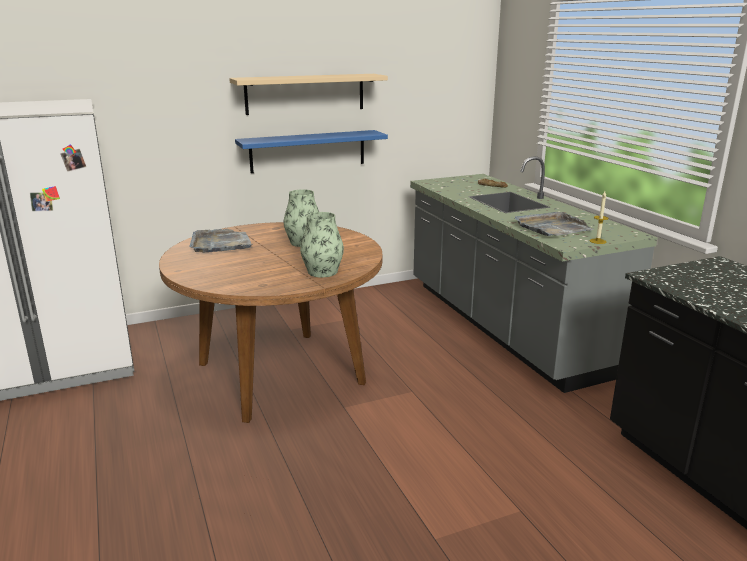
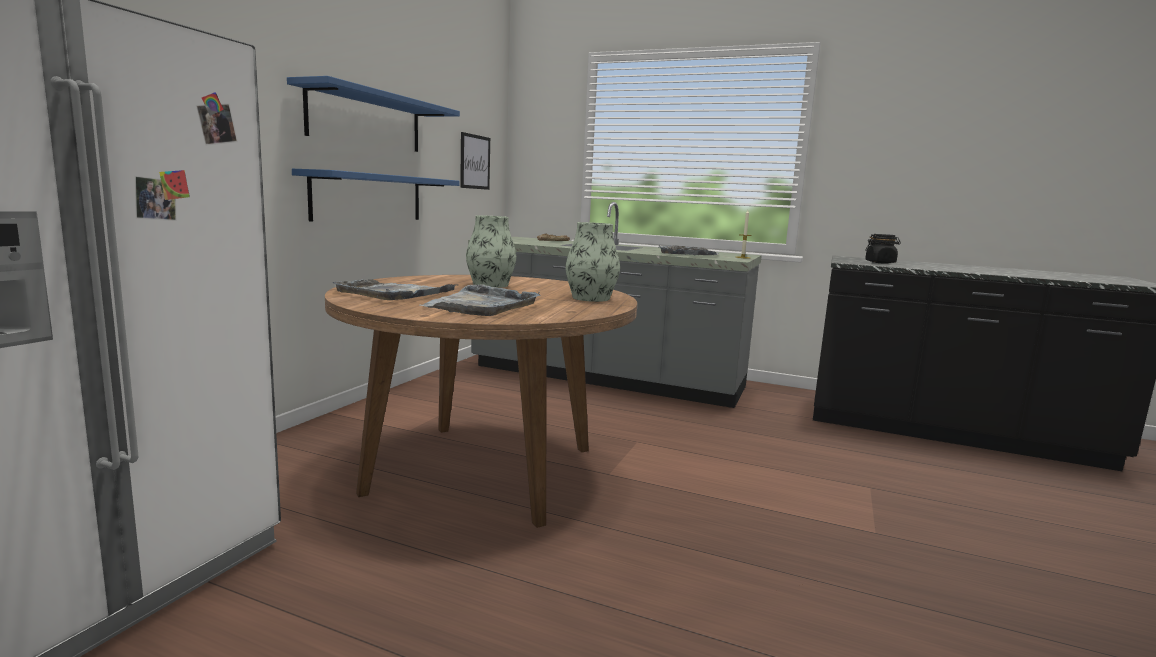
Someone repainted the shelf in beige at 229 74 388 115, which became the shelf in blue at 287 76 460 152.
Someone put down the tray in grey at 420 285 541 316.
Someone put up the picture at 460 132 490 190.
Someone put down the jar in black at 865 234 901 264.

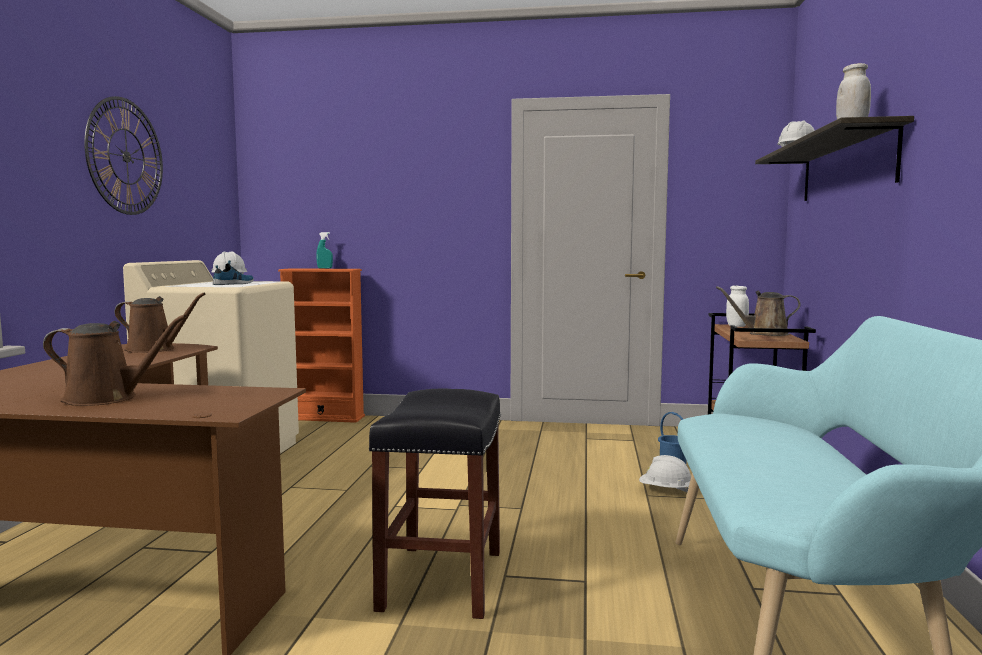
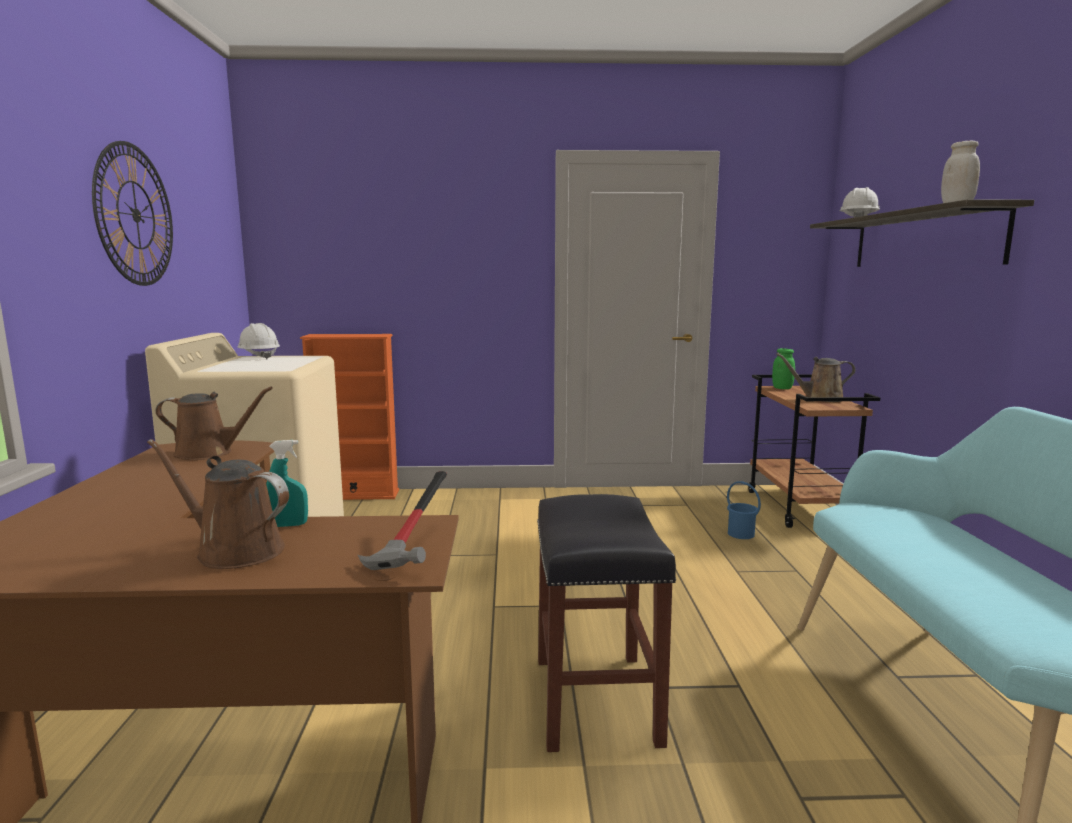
Someone rotated the watering can in brown at 43 315 187 406 by 150 degrees counterclockwise.
Someone carried the spray bottle in turquoise from 316 232 333 269 to 266 440 308 527.
Someone put down the hammer at 358 471 447 570.
Someone repainted the jar in white at 726 286 749 327, which became the jar in green at 772 348 795 389.
Someone took away the shoe at 212 261 254 285.
Someone took away the hard hat in white at 639 455 691 492.

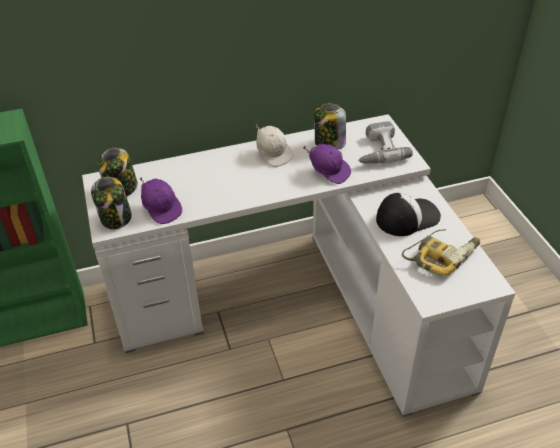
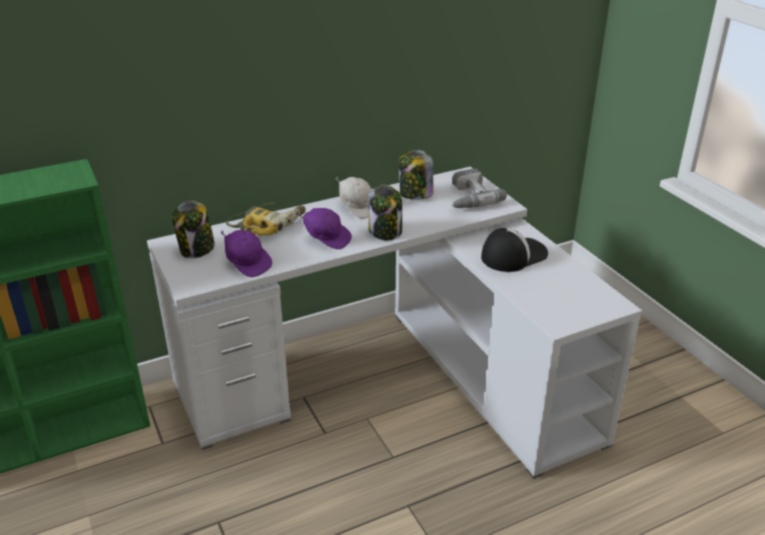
Someone carried the power drill from 402 229 480 275 to 226 203 306 236.
Someone carried the cap in purple from 303 144 351 184 to 295 208 352 249.
Someone carried the jar from 91 177 132 229 to 368 185 402 240.

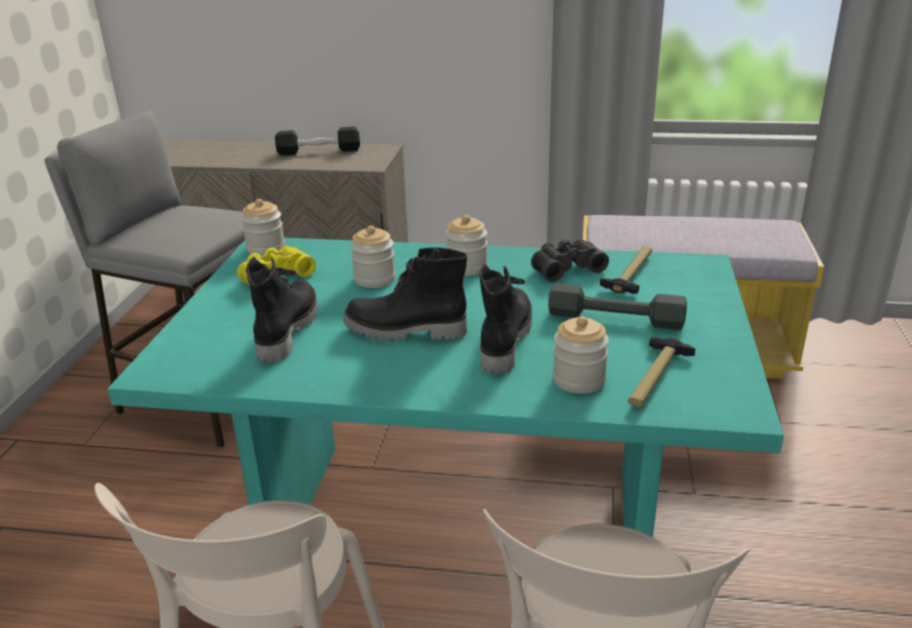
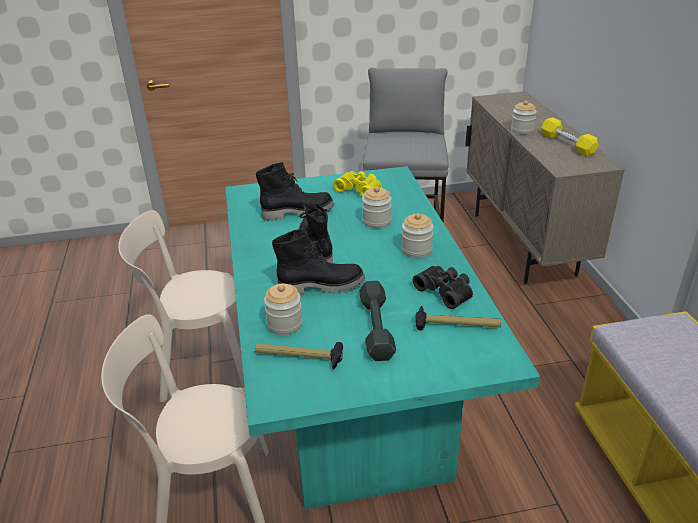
Someone carried the jar from 241 199 285 256 to 511 101 537 134.
Someone repainted the dumbbell in black at 275 126 360 156, which became the dumbbell in yellow at 541 117 599 156.

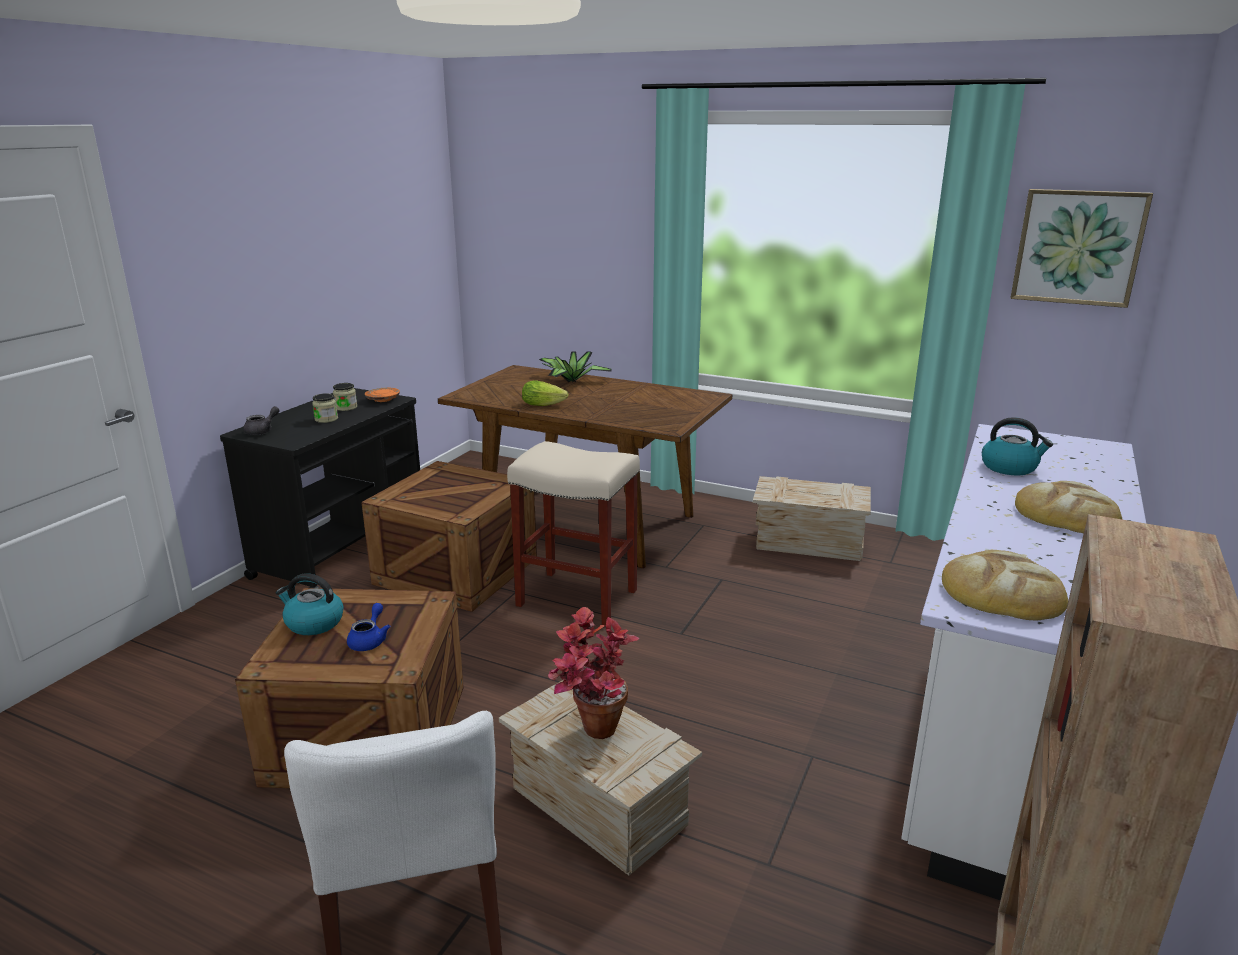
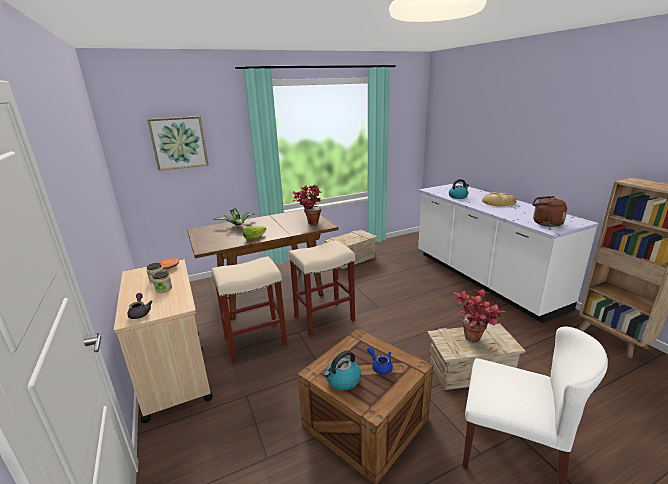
Someone repainted the cart in black at 220 388 420 588, which became the cart in beige at 114 259 213 423.
Someone carried the picture from 1010 189 1153 308 to 147 116 208 171.
Someone swapped the crate at 361 461 537 612 for the stool in beige at 212 256 287 362.
Someone put down the potted plant at 292 185 323 225.
Someone swapped the bread at 942 550 1068 620 for the kettle in brown at 532 196 567 227.

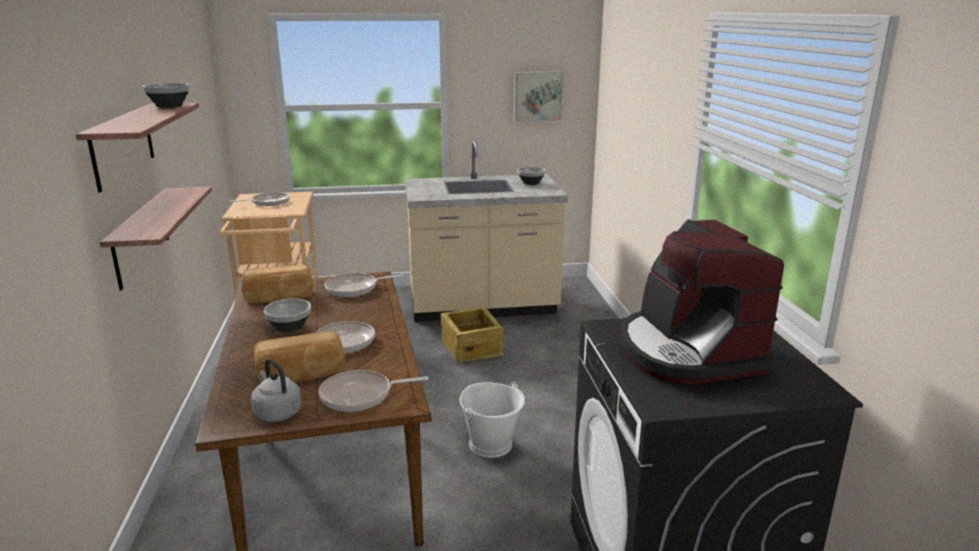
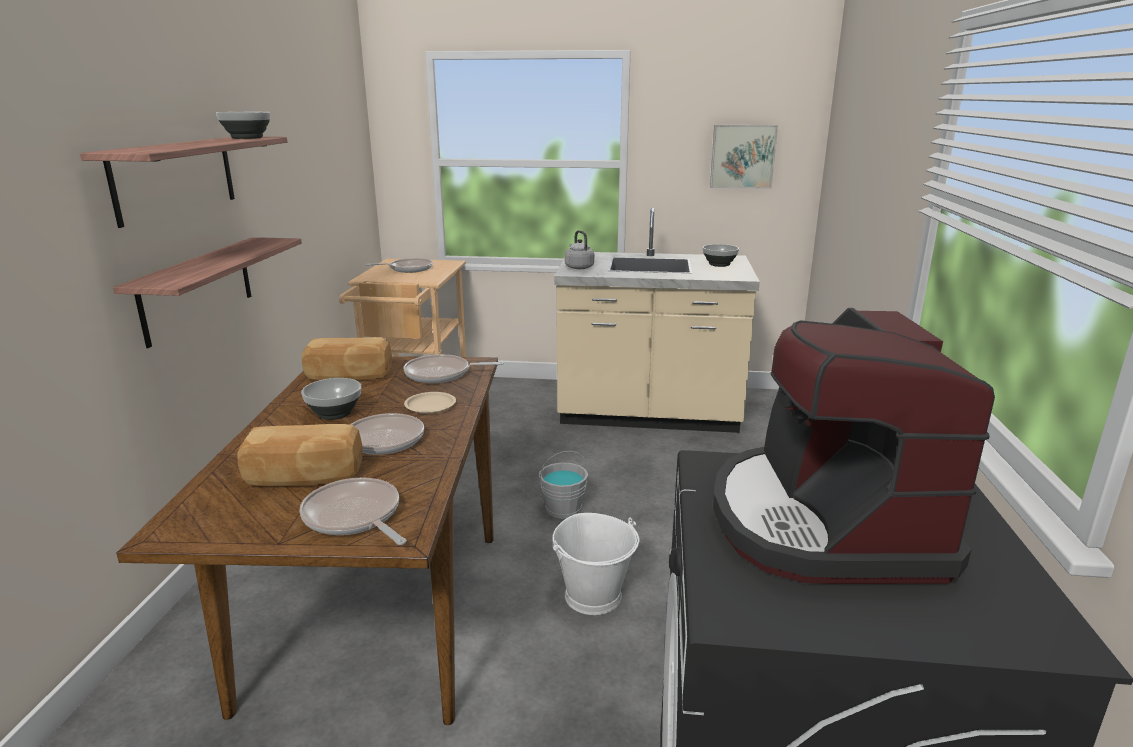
Someone rotated the frying pan at 318 370 428 412 by 45 degrees clockwise.
Someone put down the plate in beige at 404 392 456 414.
Someone put down the bucket in grey at 539 451 588 519.
Someone carried the kettle in grey from 251 359 302 422 to 565 230 594 269.
Someone took away the crate at 441 307 504 363.

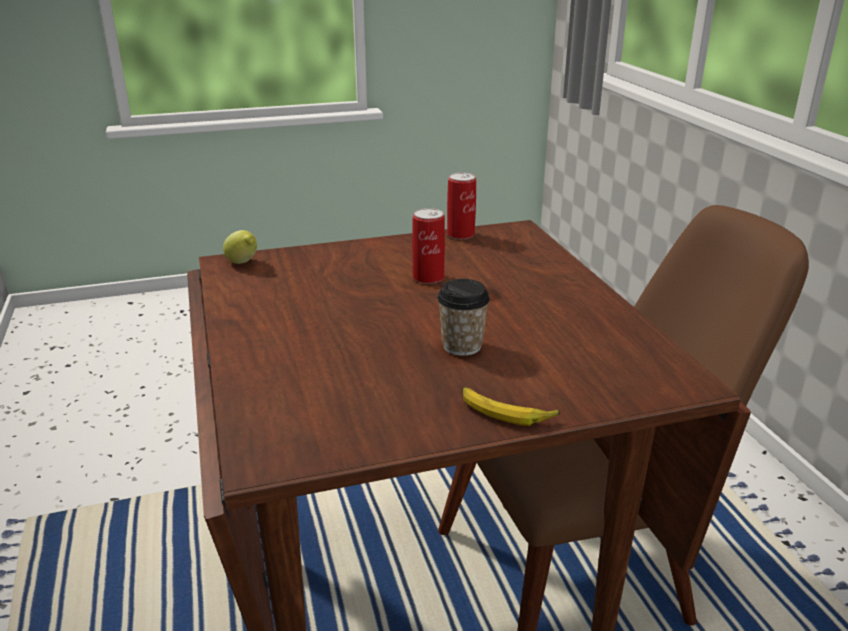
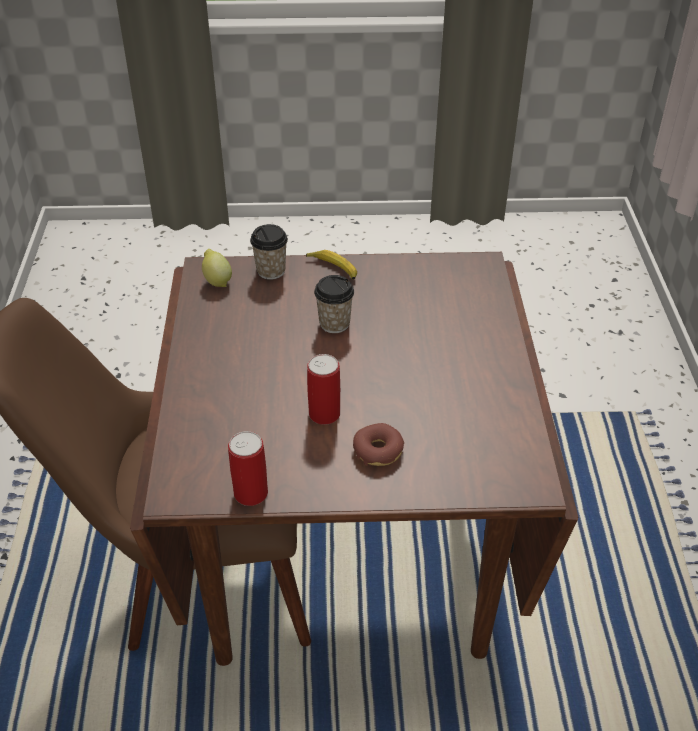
Someone carried the lemon from 223 230 257 264 to 202 249 232 287.
Someone put down the cup at 250 224 288 280.
Someone put down the donut at 353 423 404 466.

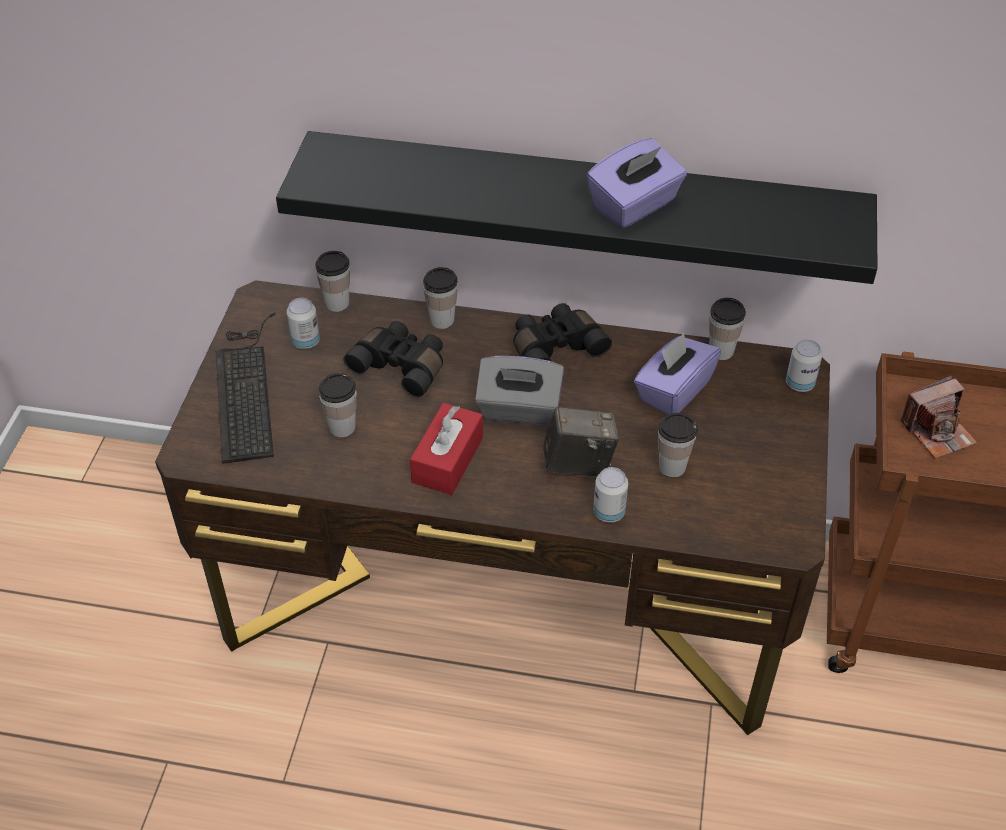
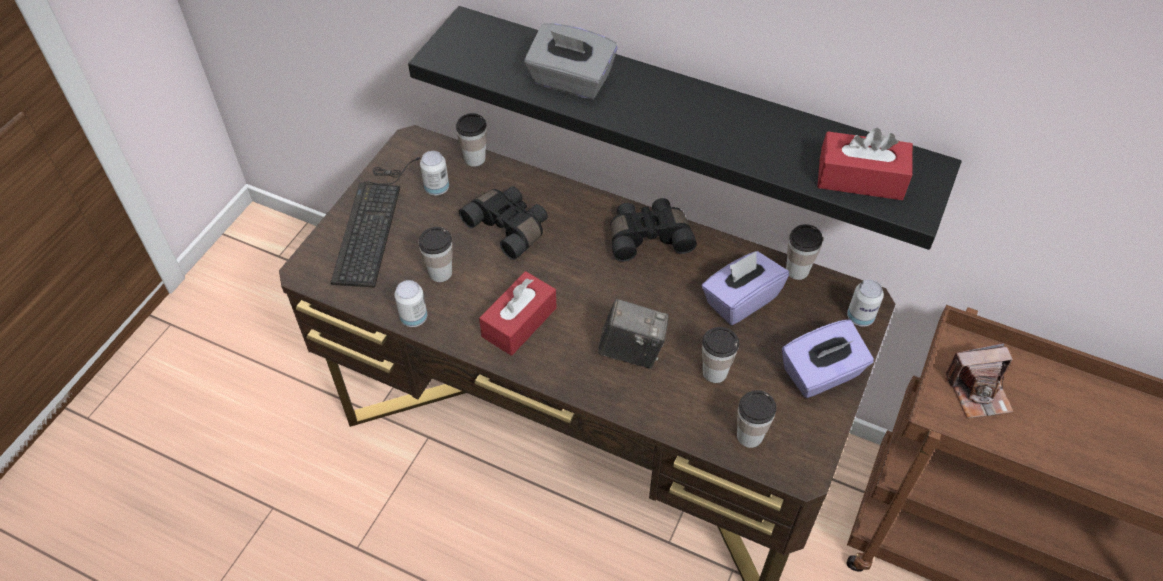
Someone carried the can from 593 467 628 523 to 394 280 427 327.
Someone carried the tissue box in grey from 475 356 564 425 to 524 23 618 99.
Someone carried the cup from 423 267 458 329 to 737 390 776 448.
Someone carried the tissue box in purple from 586 138 687 228 to 782 319 874 398.
Someone put down the tissue box in red at 817 128 913 200.

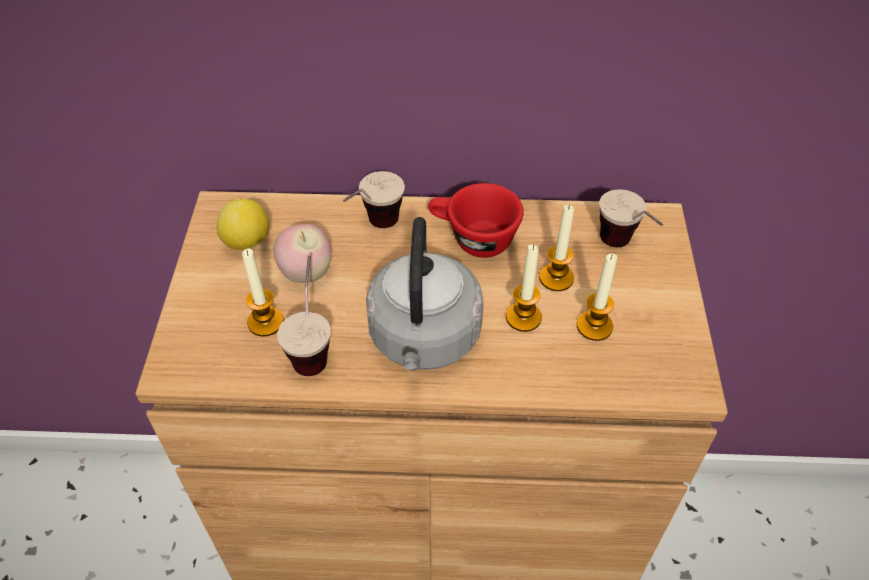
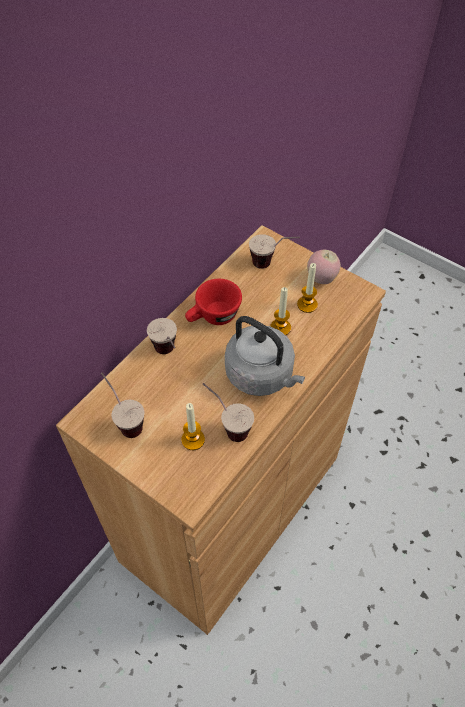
Someone swapped the lemon at 216 199 269 250 for the cup at 101 373 144 438.
Someone carried the apple from 273 224 331 283 to 307 250 340 284.
Someone took away the candle at 539 205 574 291.

